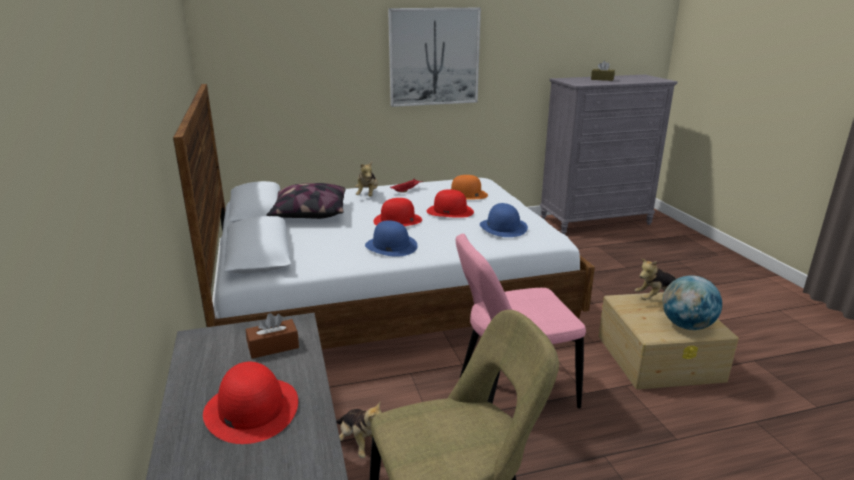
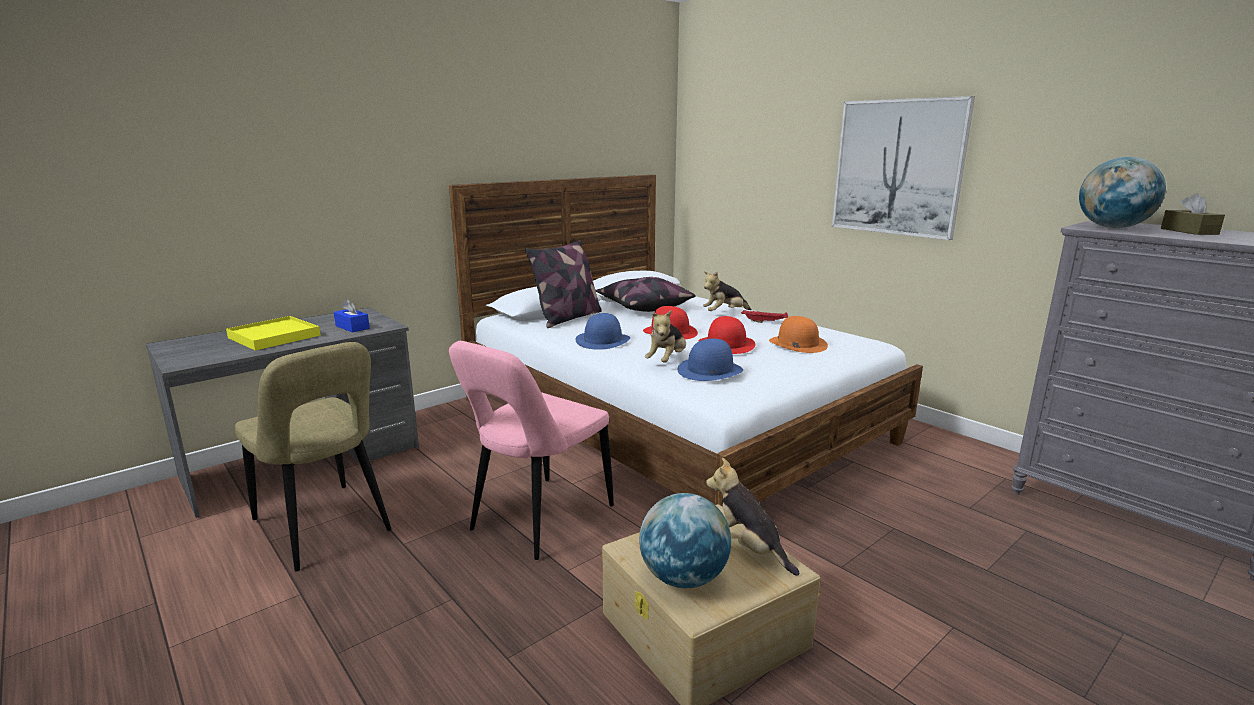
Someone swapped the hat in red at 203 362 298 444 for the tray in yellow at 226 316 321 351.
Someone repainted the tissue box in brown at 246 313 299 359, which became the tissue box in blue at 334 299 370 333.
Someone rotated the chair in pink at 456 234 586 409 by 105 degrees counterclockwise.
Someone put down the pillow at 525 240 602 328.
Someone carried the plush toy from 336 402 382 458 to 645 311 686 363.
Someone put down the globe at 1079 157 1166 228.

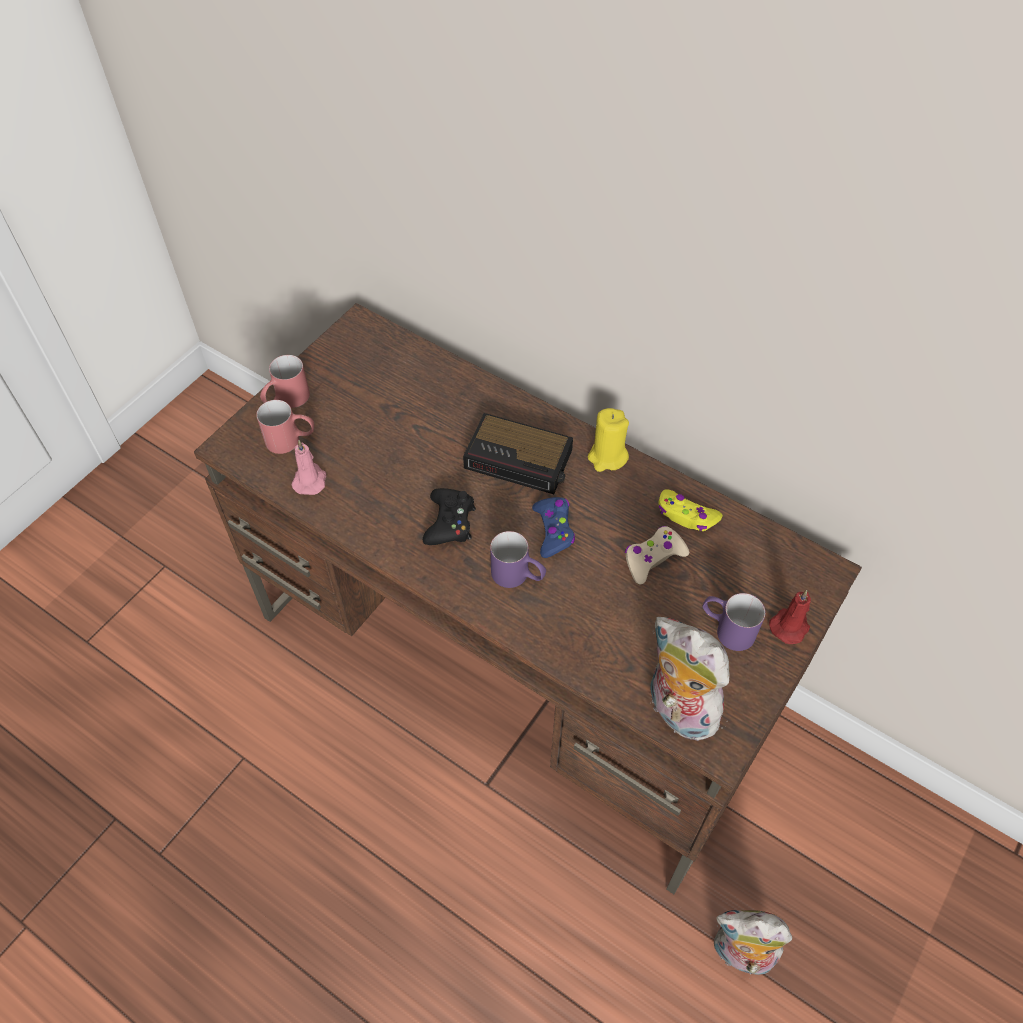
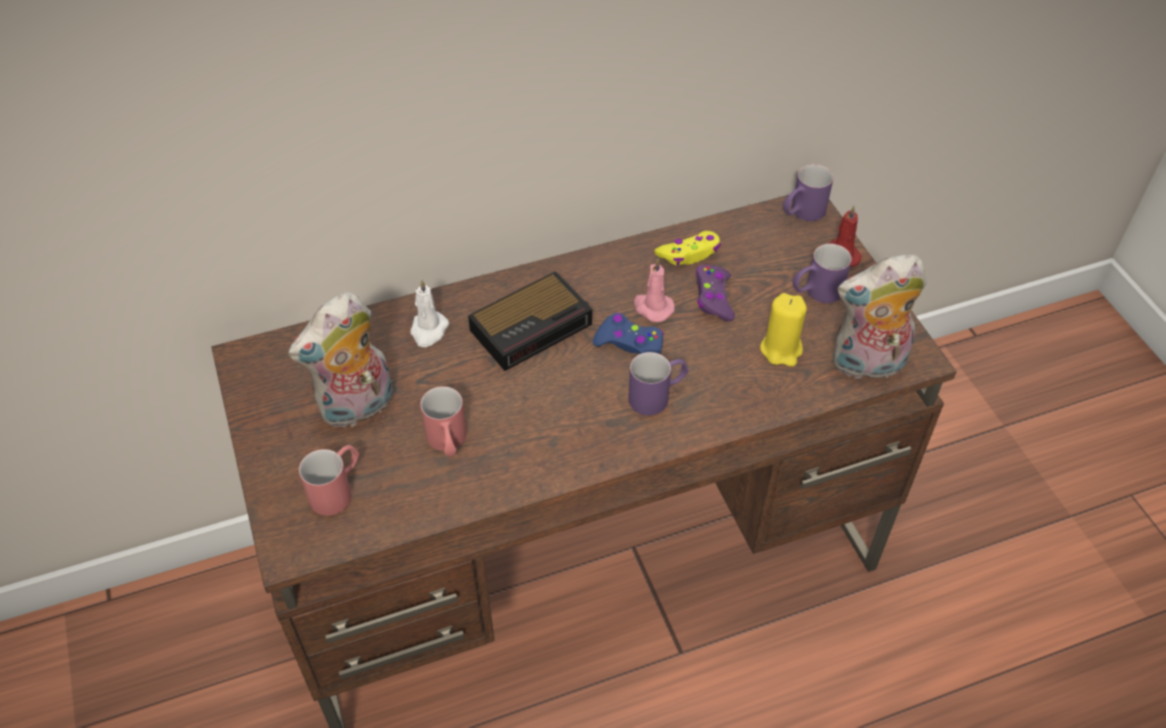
Someone carried the plush toy from 714 910 792 979 to 288 292 393 429.
Someone put down the candle in white at 410 279 449 347.
Someone carried the mug in red from 260 355 310 408 to 420 386 467 457.
Someone carried the candle in pink from 291 440 326 495 to 634 258 675 322.
Someone repainted the game controller in beige at 625 526 689 585, which became the game controller in purple at 696 264 735 321.
Someone carried the candle in yellow from 588 408 629 472 to 760 293 807 367.
Someone put down the mug in purple at 783 164 834 221.
Someone took away the game controller in black at 423 488 476 545.

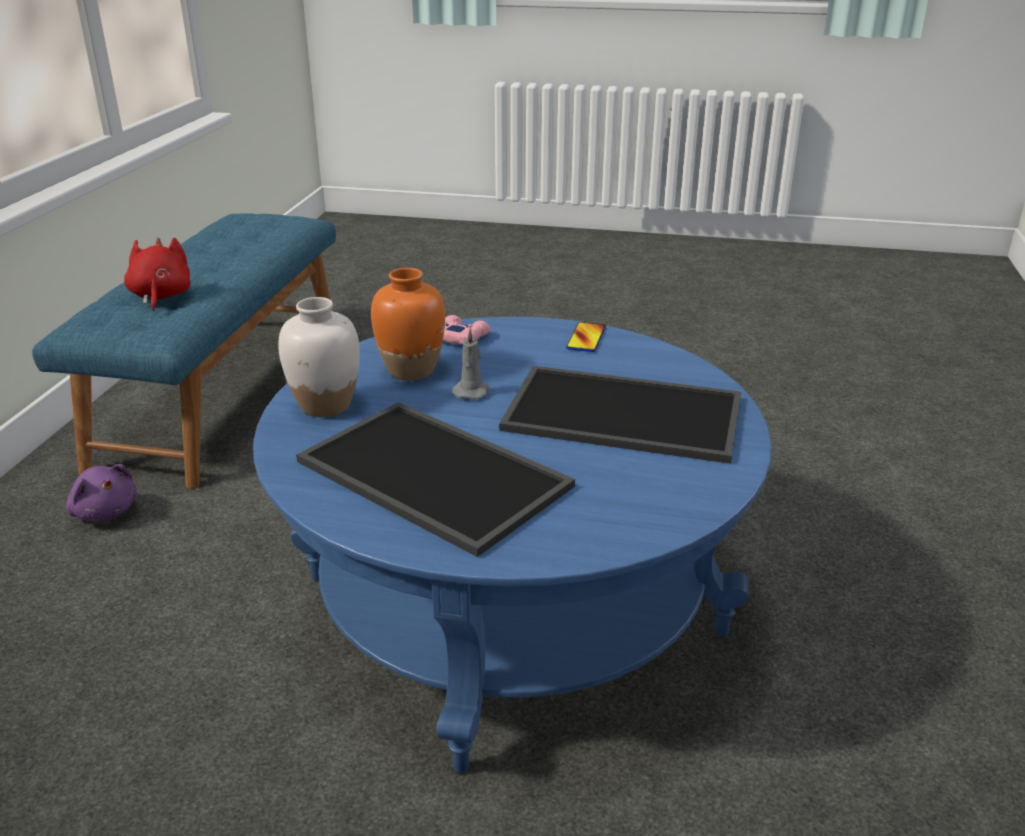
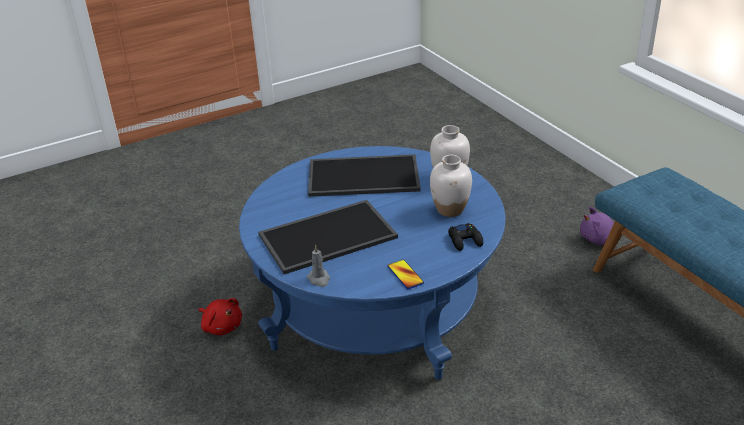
Someone carried the plush toy in red from 124 237 191 311 to 199 298 242 335.
Someone carried the candle in grey from 452 328 489 400 to 307 245 330 287.
Someone repainted the vase in orange at 371 268 445 380, which became the vase in white at 430 155 472 217.
Someone repainted the game controller in pink at 443 315 490 345, which became the game controller in black at 448 223 483 251.

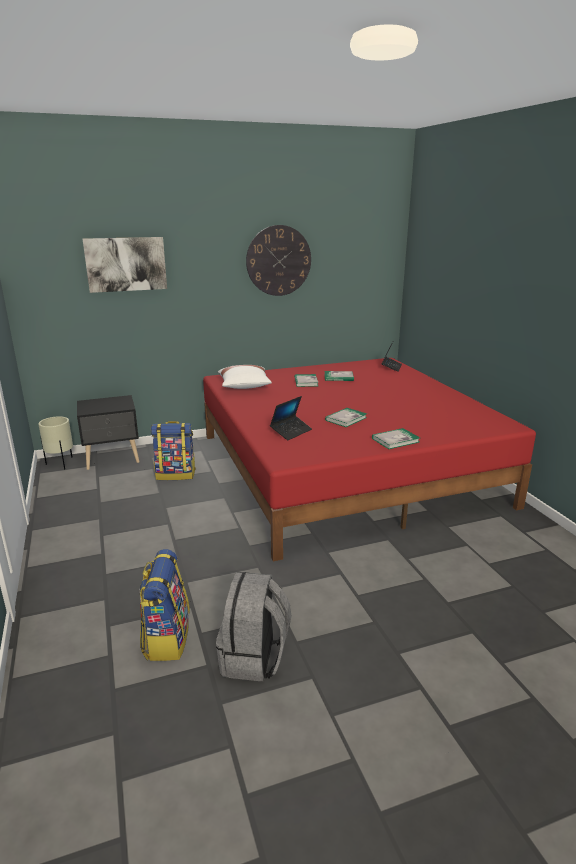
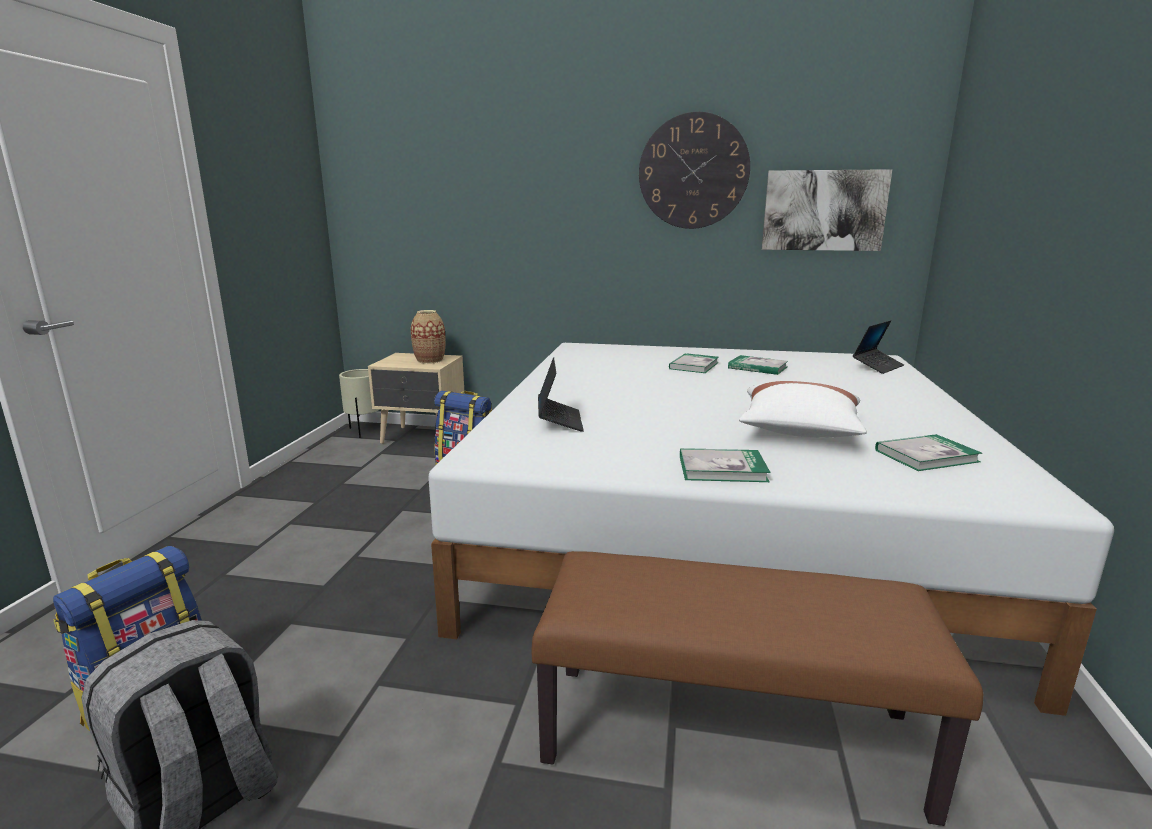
Someone repainted the nightstand in black at 77 395 139 470, which became the nightstand in beige at 368 353 465 444.
Someone put down the vase at 411 310 446 364.
Someone repainted the bed in red at 203 358 536 561, which became the bed in white at 428 343 1114 716.
Someone put down the bench in brown at 532 551 983 826.
Someone rotated the laptop at 270 396 312 440 by 75 degrees counterclockwise.
Someone carried the pillow in white from 218 365 272 389 to 739 381 867 438.
Someone carried the picture from 82 237 167 293 to 762 169 892 251.
Someone carried the book from 325 408 367 427 to 875 434 982 471.

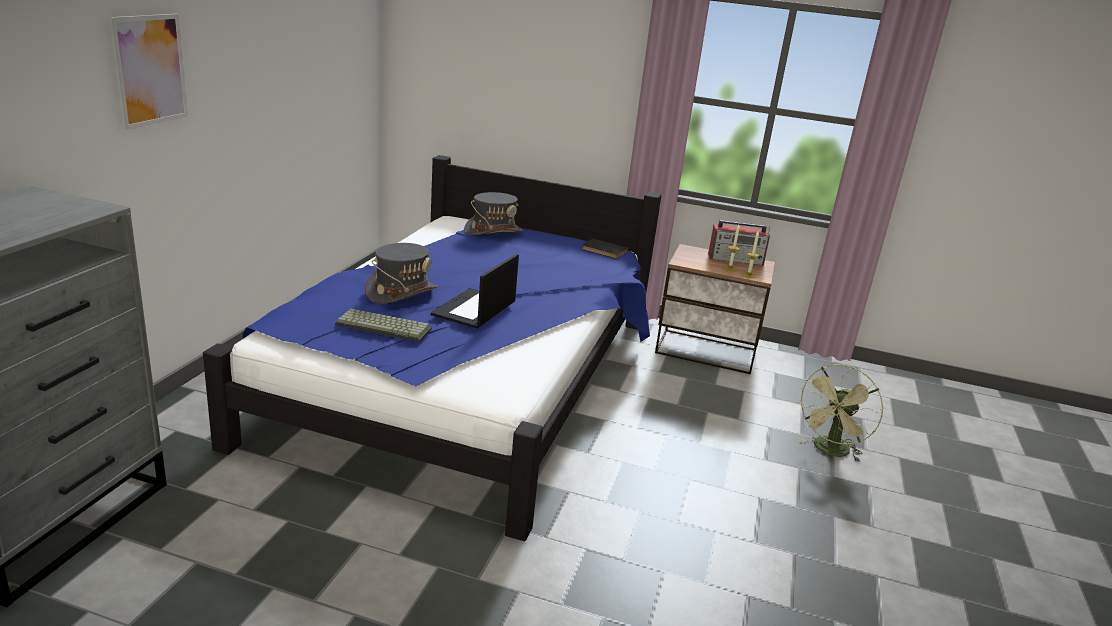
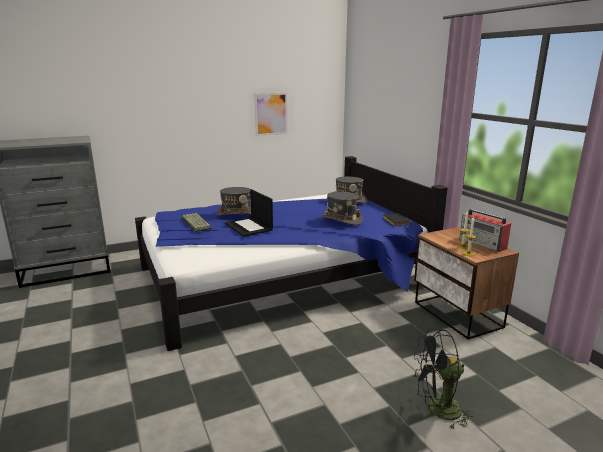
Someone rotated the laptop at 431 254 519 329 by 105 degrees counterclockwise.
Someone carried the picture from 109 14 188 130 to 254 93 288 136.
Someone put down the hat in grey at 321 192 363 225.
Someone repainted the fan in green at 798 364 883 462, which became the fan in black at 413 328 474 430.

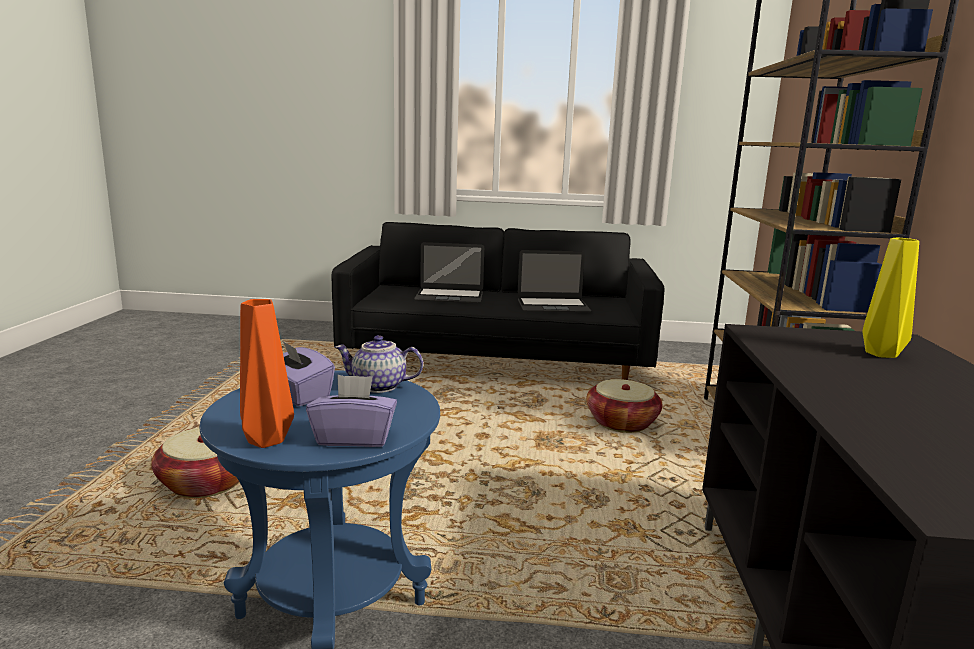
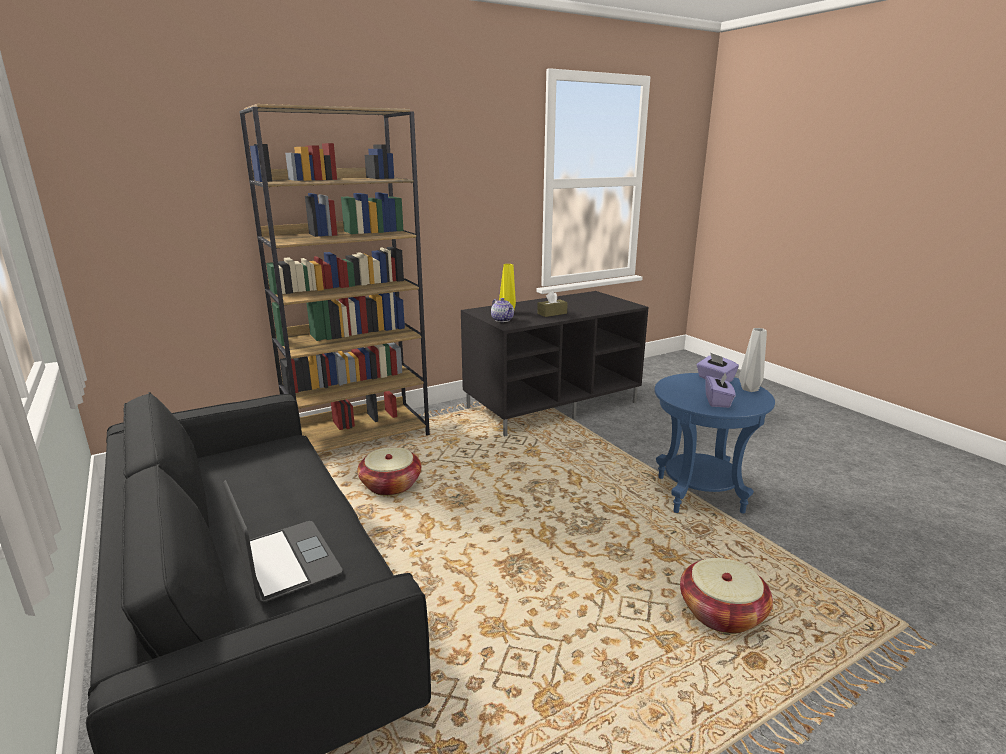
Someone carried the teapot from 335 335 423 393 to 491 298 514 322.
Someone put down the tissue box in brown at 537 291 568 317.
Someone repainted the vase in orange at 240 299 294 448, which became the vase in grey at 739 328 767 392.
Someone took away the laptop at 517 250 591 313.

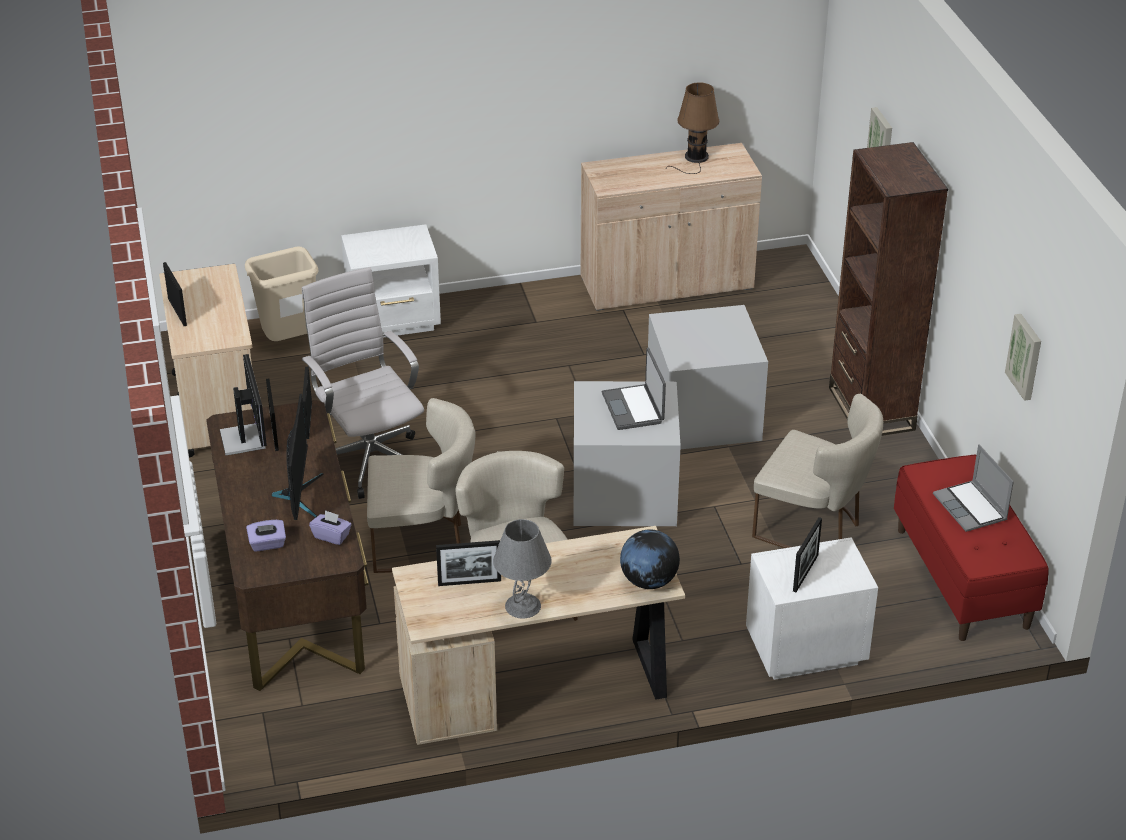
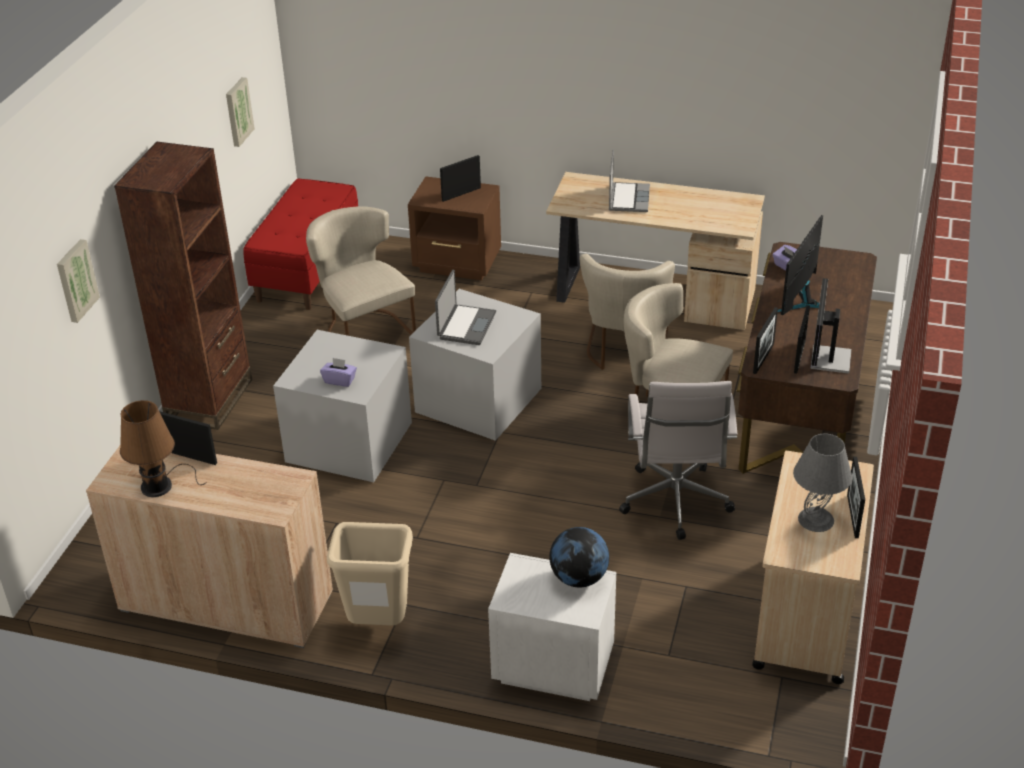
Someone carried the picture frame from 436 540 501 586 to 159 411 217 465.
Someone carried the tissue box in purple from 246 520 286 551 to 320 358 357 387.
Someone carried the trash can in beige from 245 247 319 341 to 327 522 413 626.
Someone repainted the nightstand in white at 746 537 878 680, which became the nightstand in brown at 408 176 501 281.
Someone carried the globe from 620 529 680 589 to 549 527 609 587.
Someone carried the laptop from 933 444 1014 532 to 609 149 650 212.
Someone carried the table lamp in grey from 493 519 552 618 to 793 434 852 532.

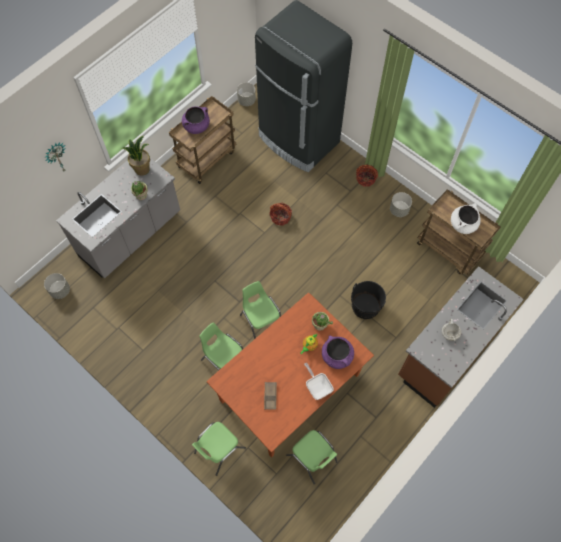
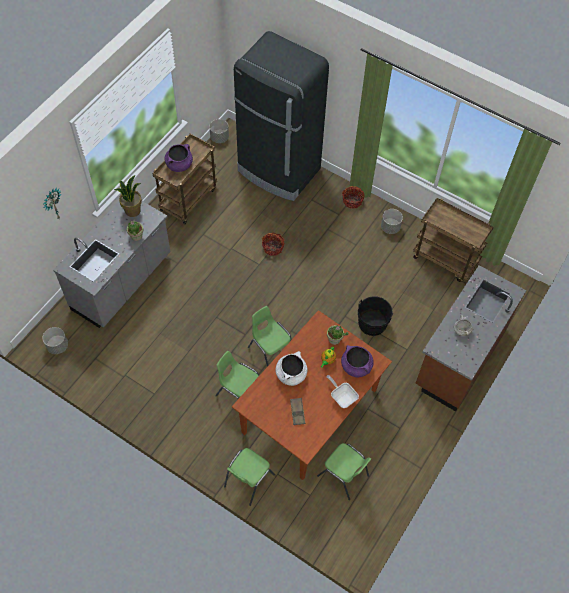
Someone carried the cooking pot in white from 451 203 481 234 to 276 351 308 386.

